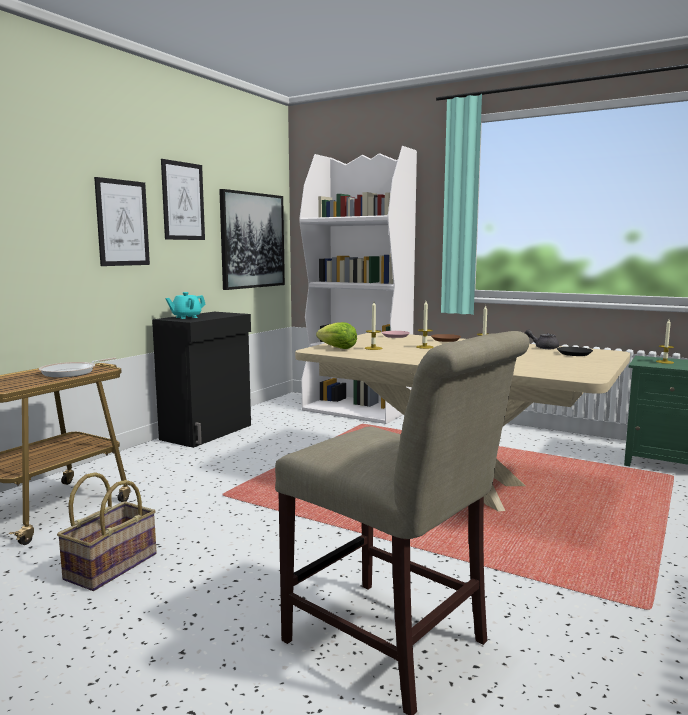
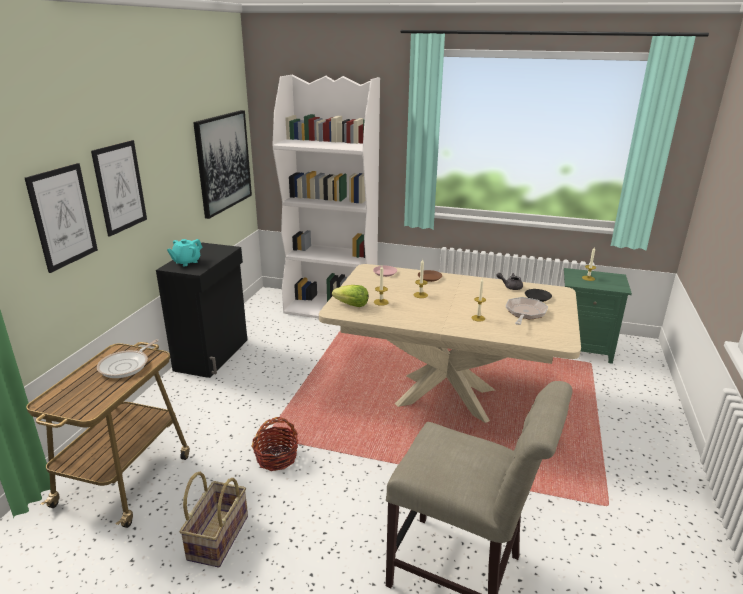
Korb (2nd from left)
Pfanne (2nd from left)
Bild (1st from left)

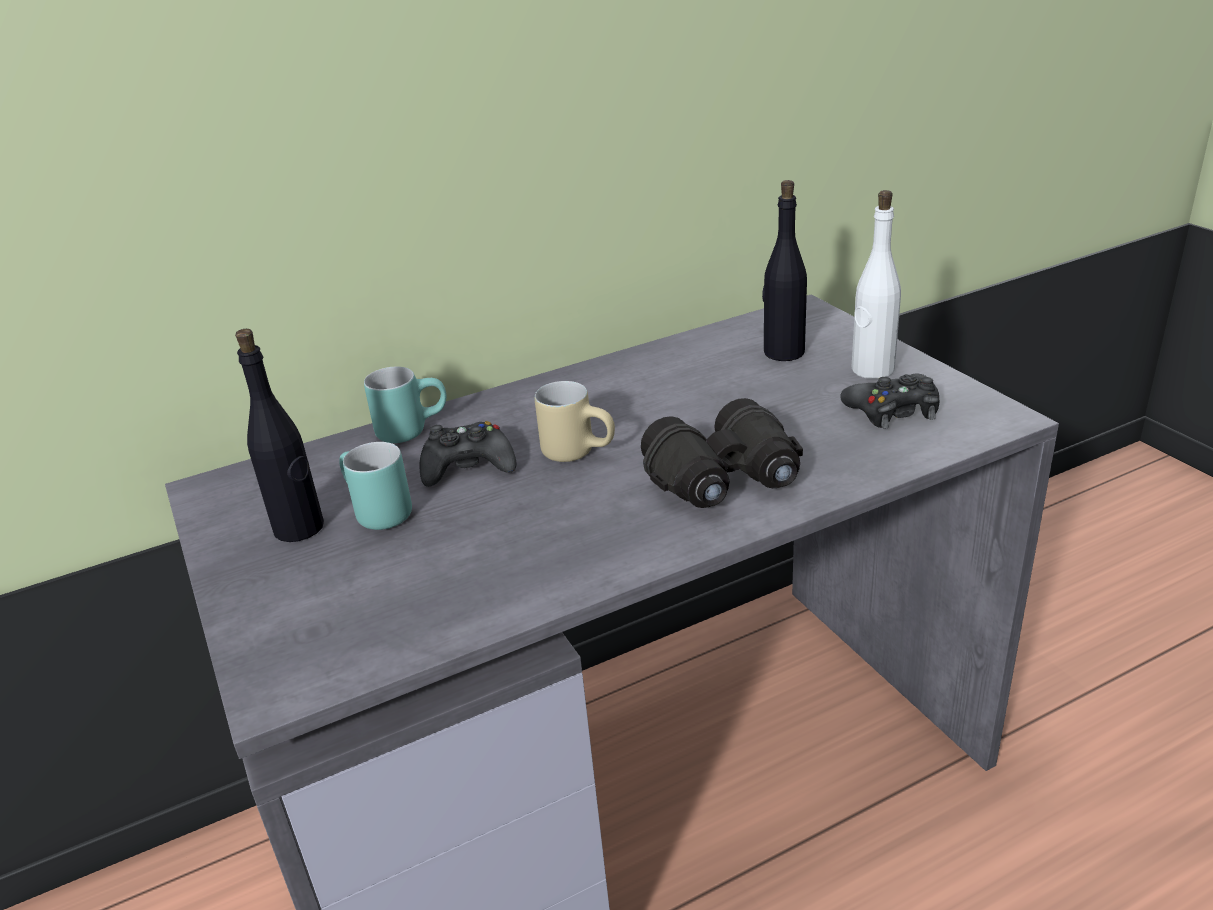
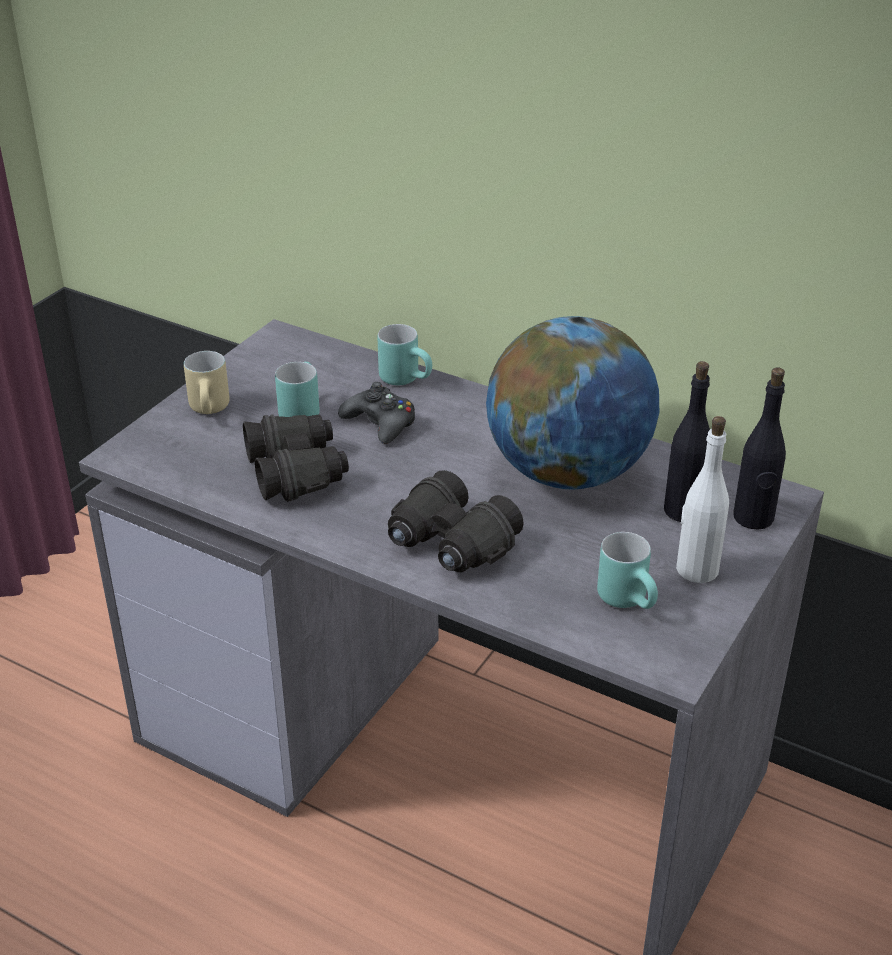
Fernglas/schwarz (1st from left)
Globus
Flasche/schwarz (2nd from left)
Henkelbecher/beige
Henkelbecher/türkis (3rd from left)

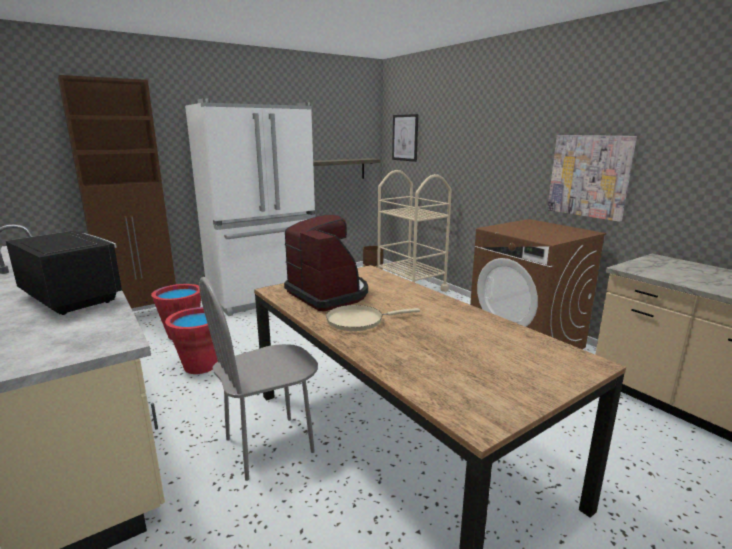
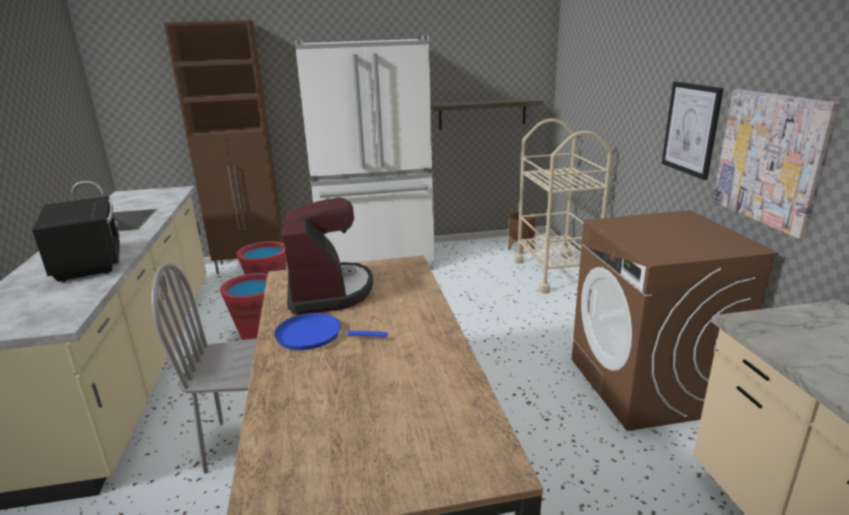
Bild (1st from left)
Pfanne/blau

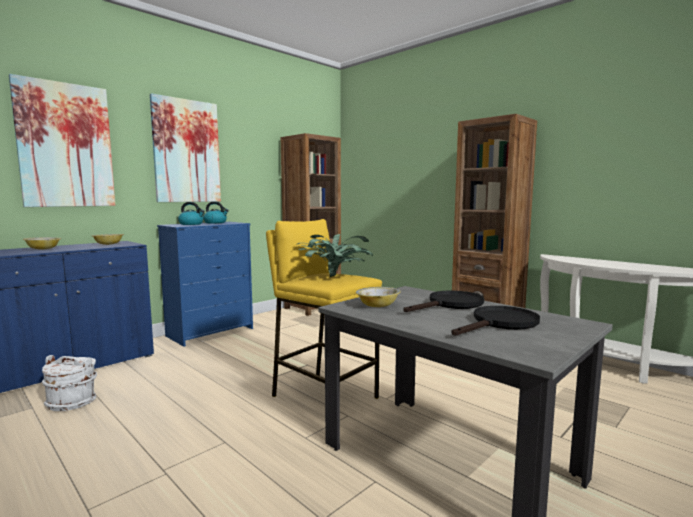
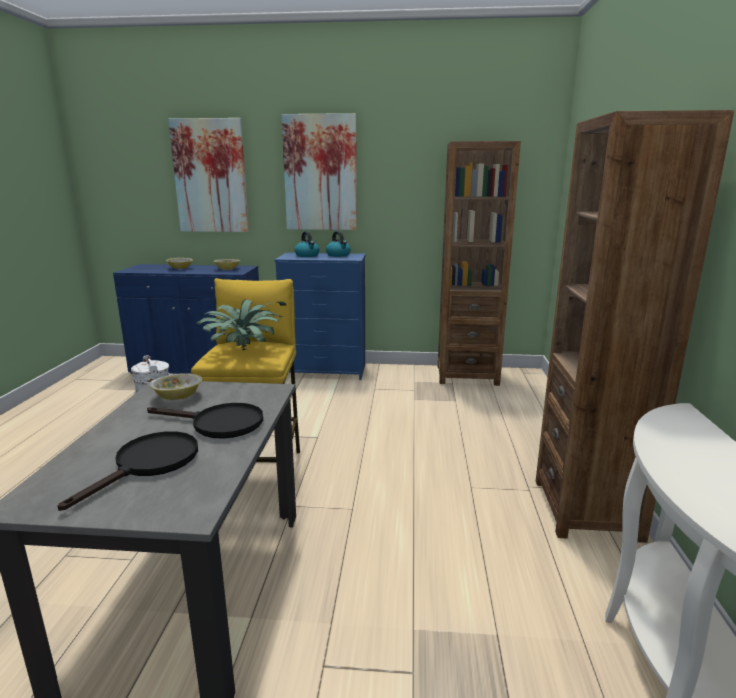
Pfanne/schwarz (1st from left)

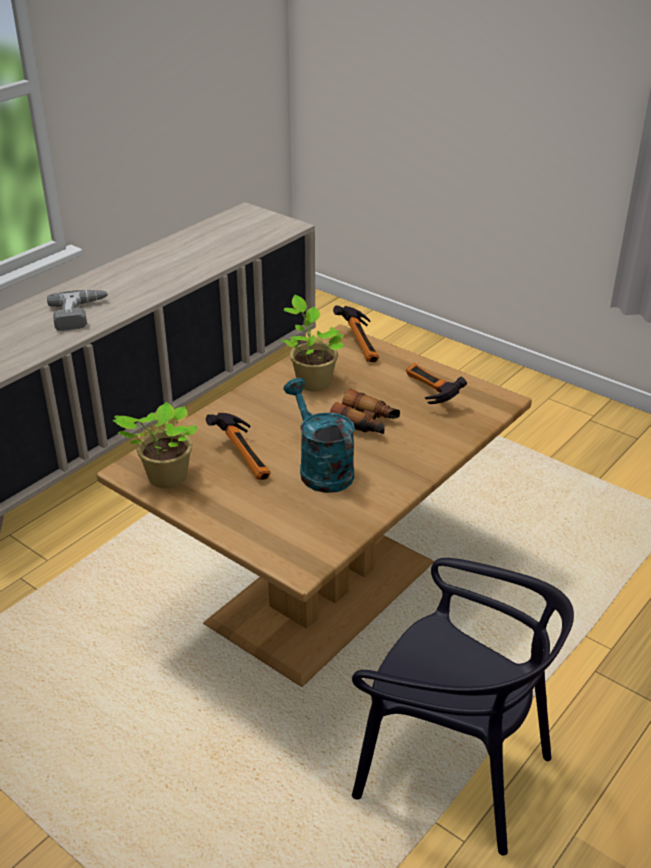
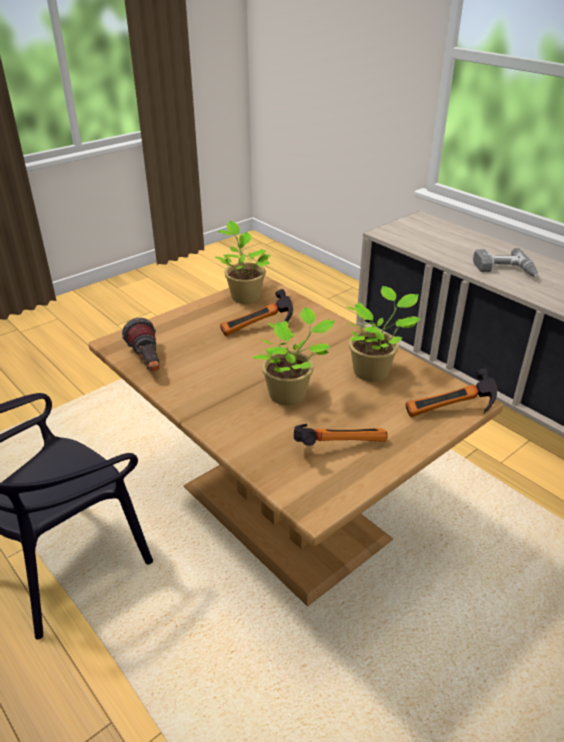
Gießkanne/türkis
Taschenlampe
Topfpflanze (2nd from left)

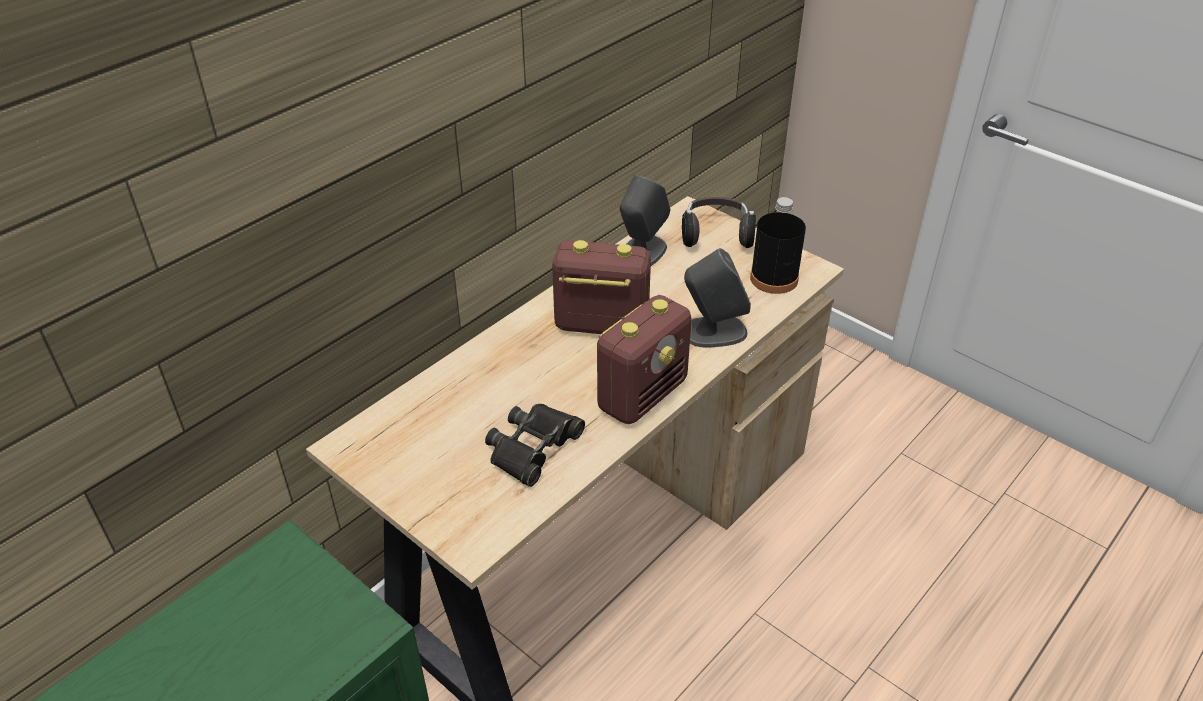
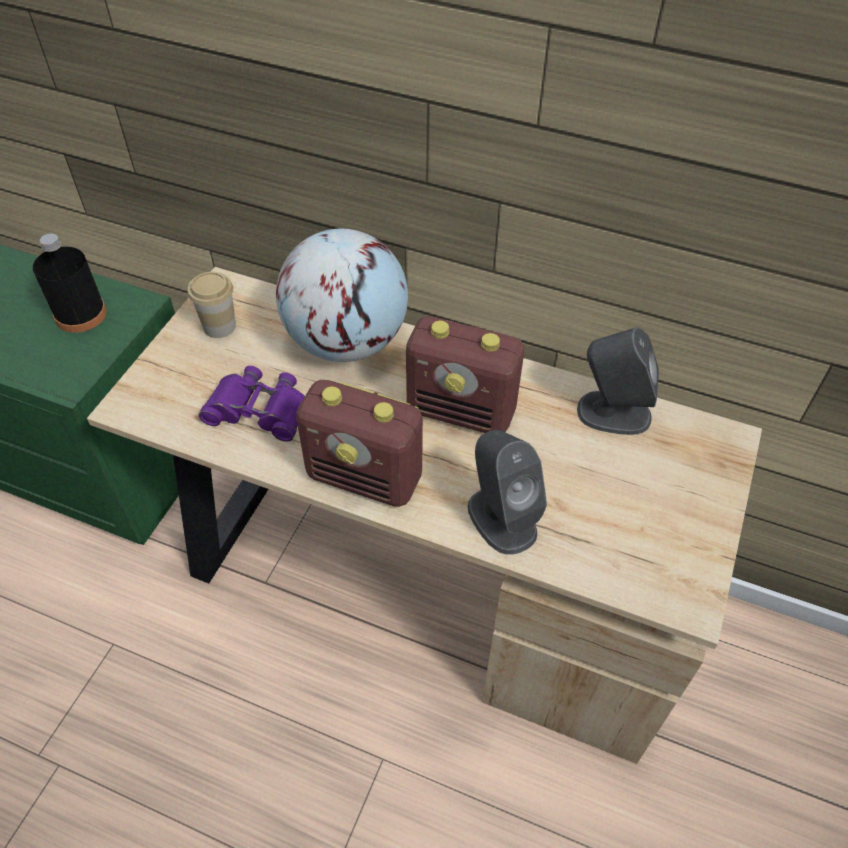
Kopfhörer
Tasse
Globus
Flasche/schwarz
Fernglas/lila
Radio (2nd from left)

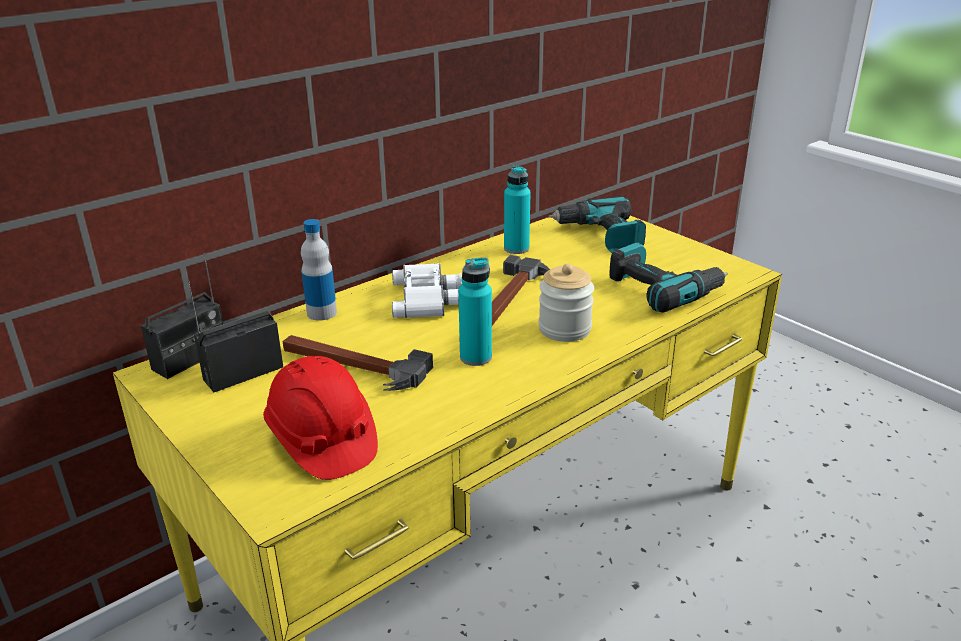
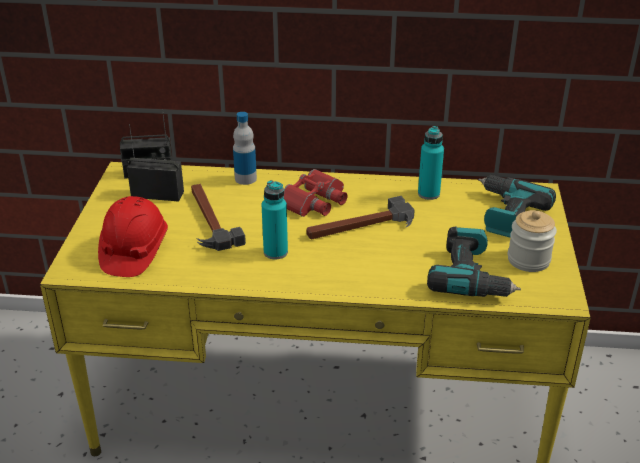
Vorratsglas
Fernglas/rot

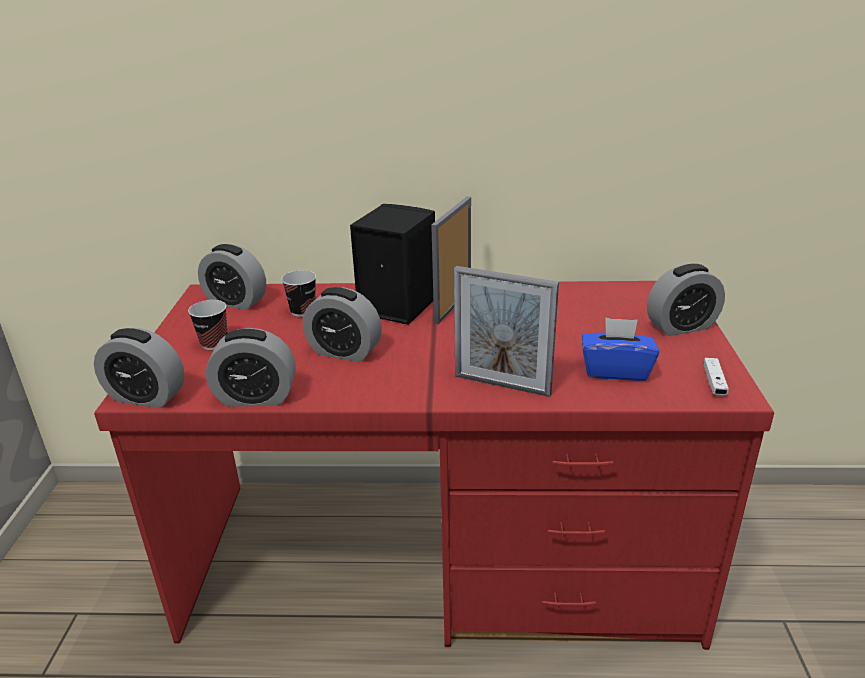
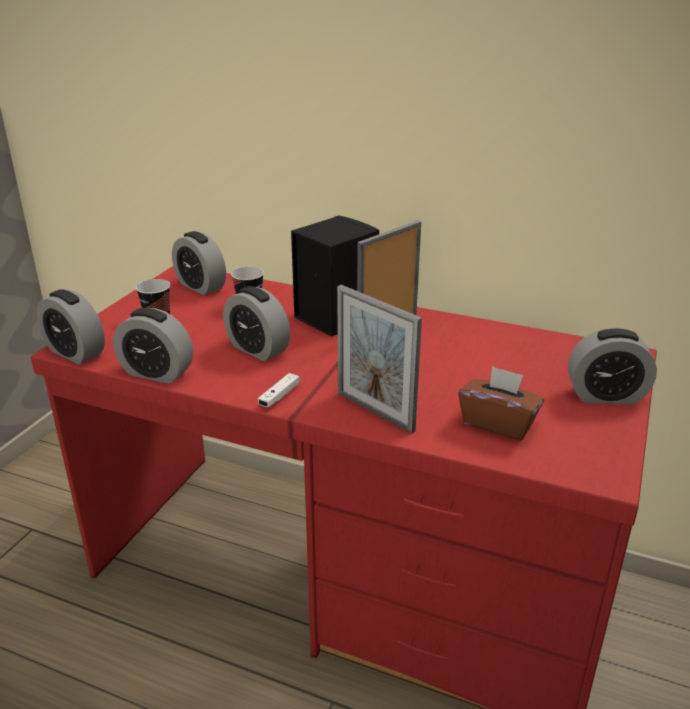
Gamepad/weiß
Taschentuchbox/braun

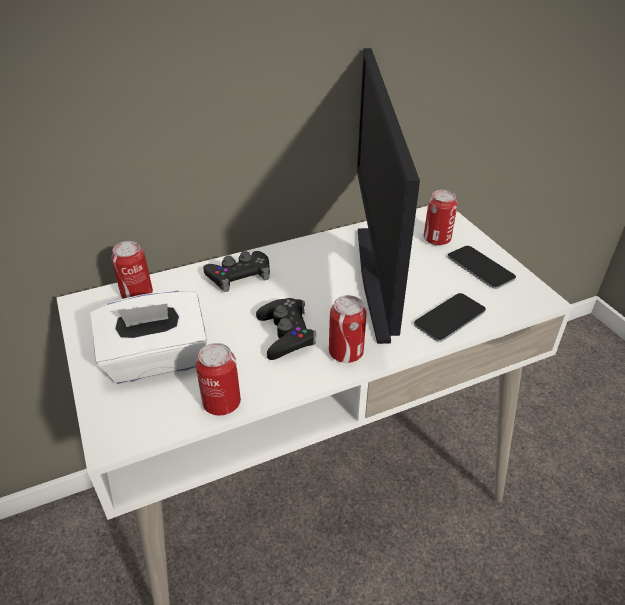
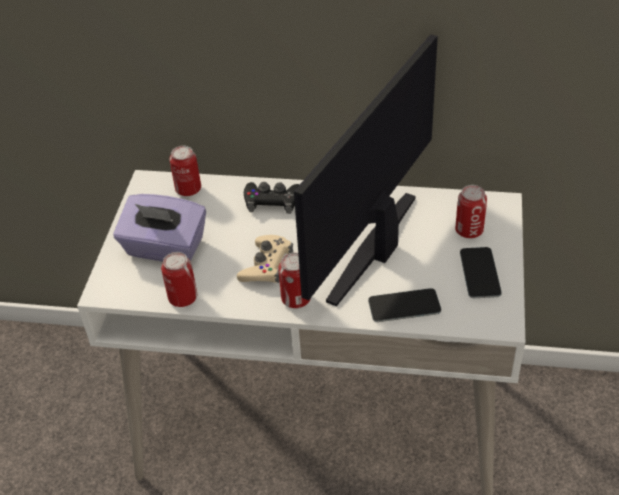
Taschentuchbox/lila
Gamepad/beige

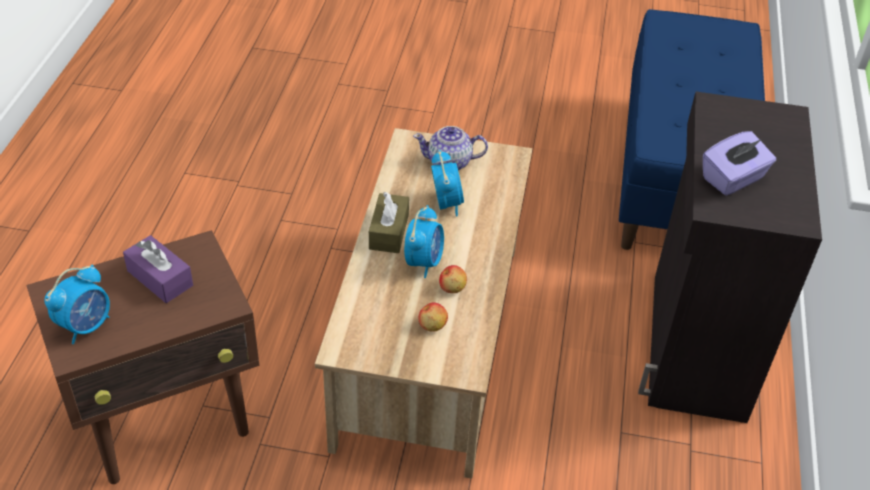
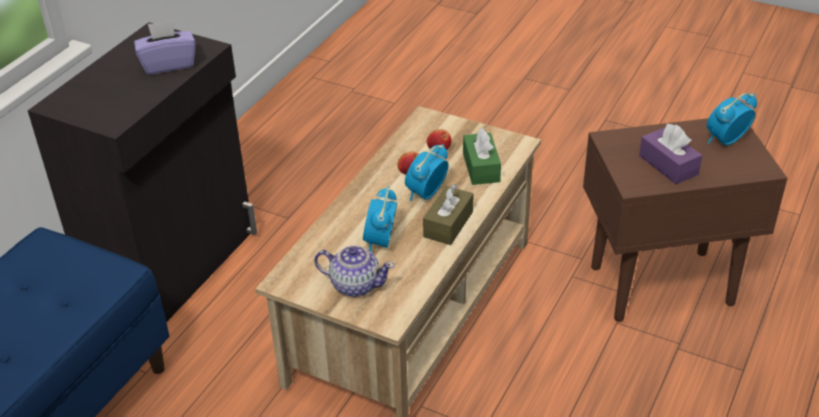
Taschentuchbox/grün

